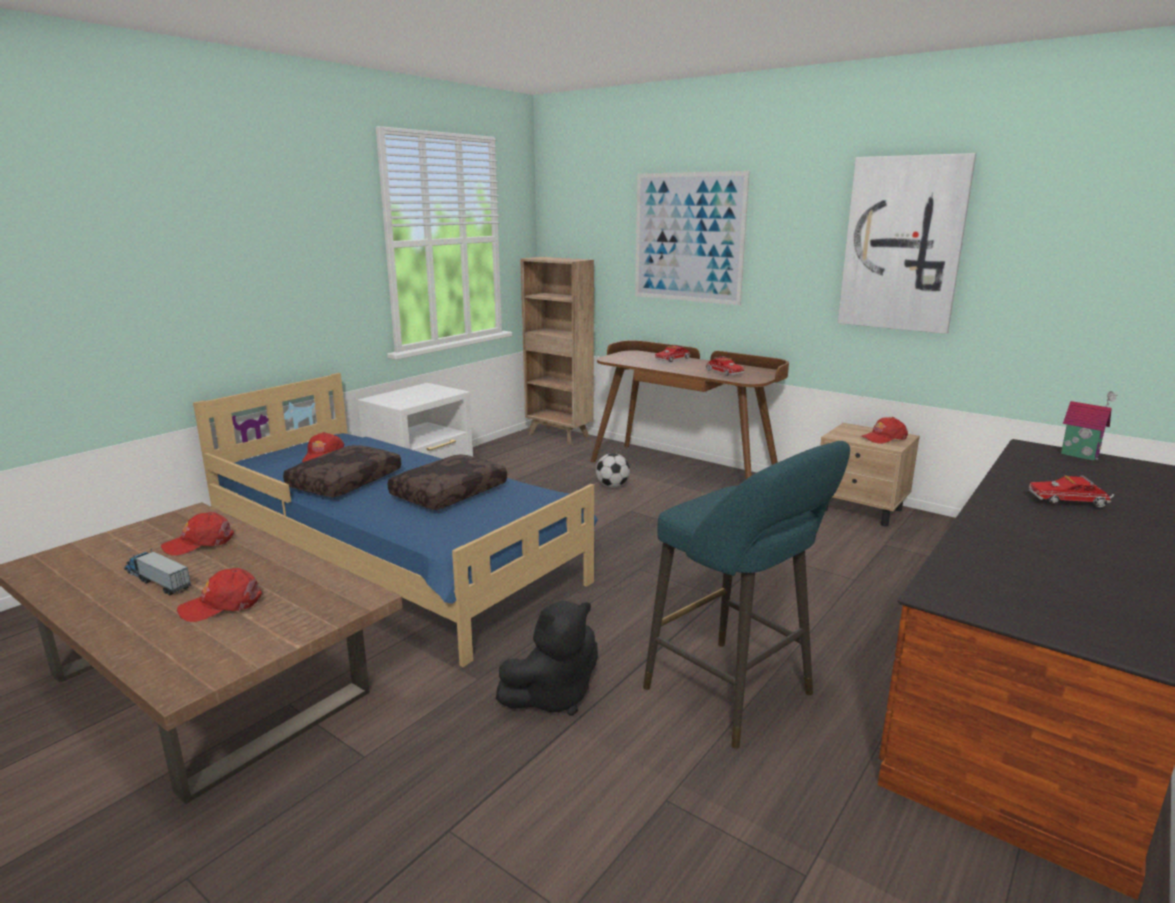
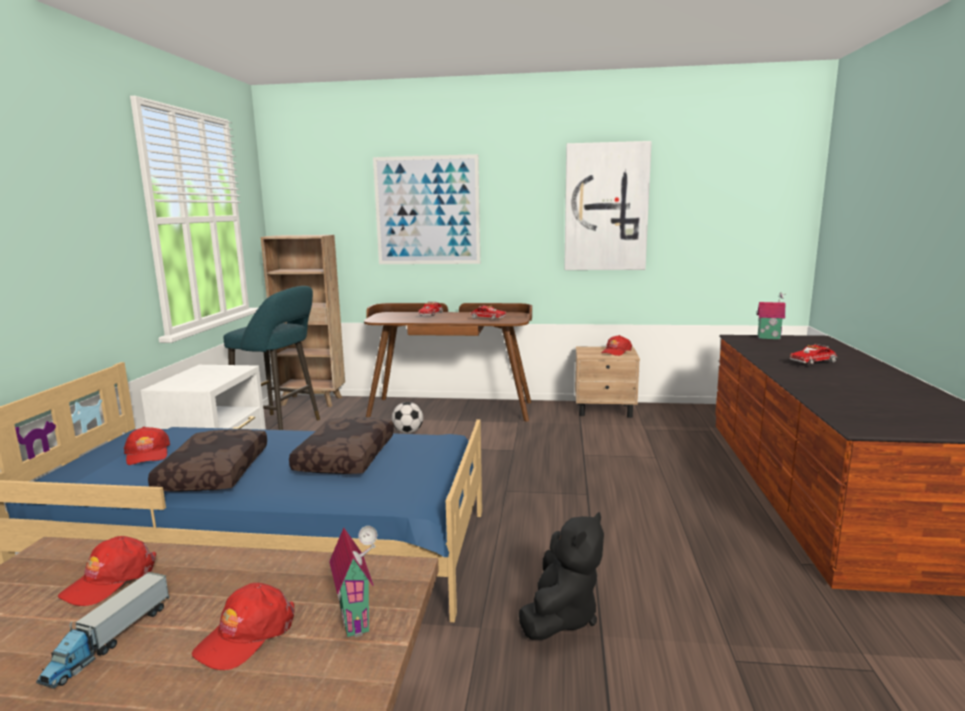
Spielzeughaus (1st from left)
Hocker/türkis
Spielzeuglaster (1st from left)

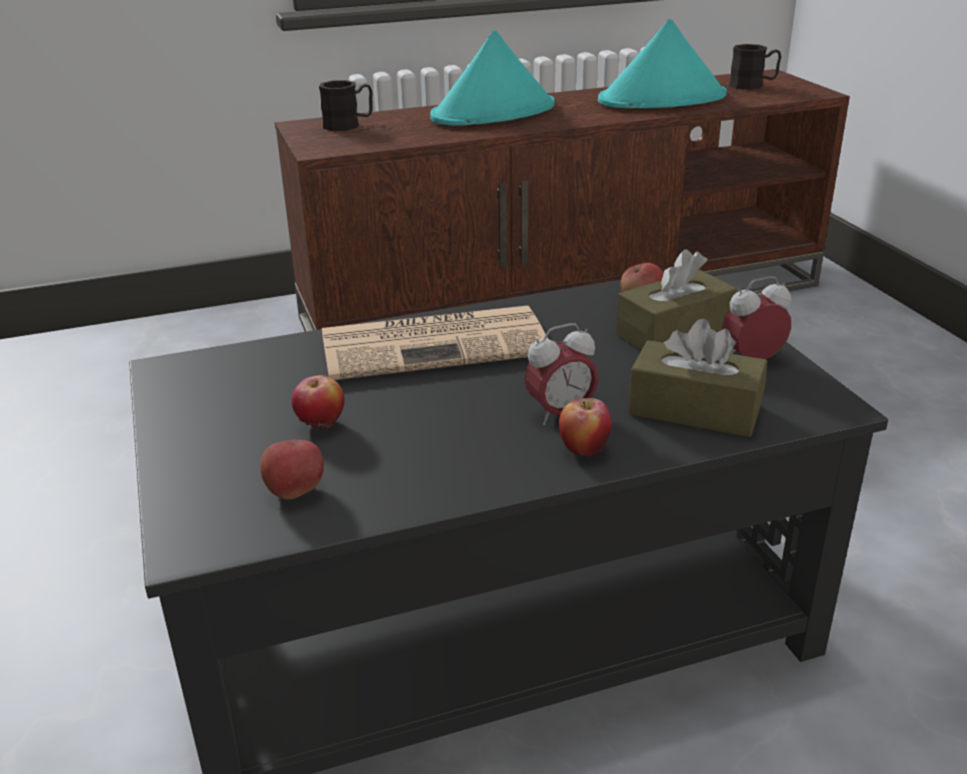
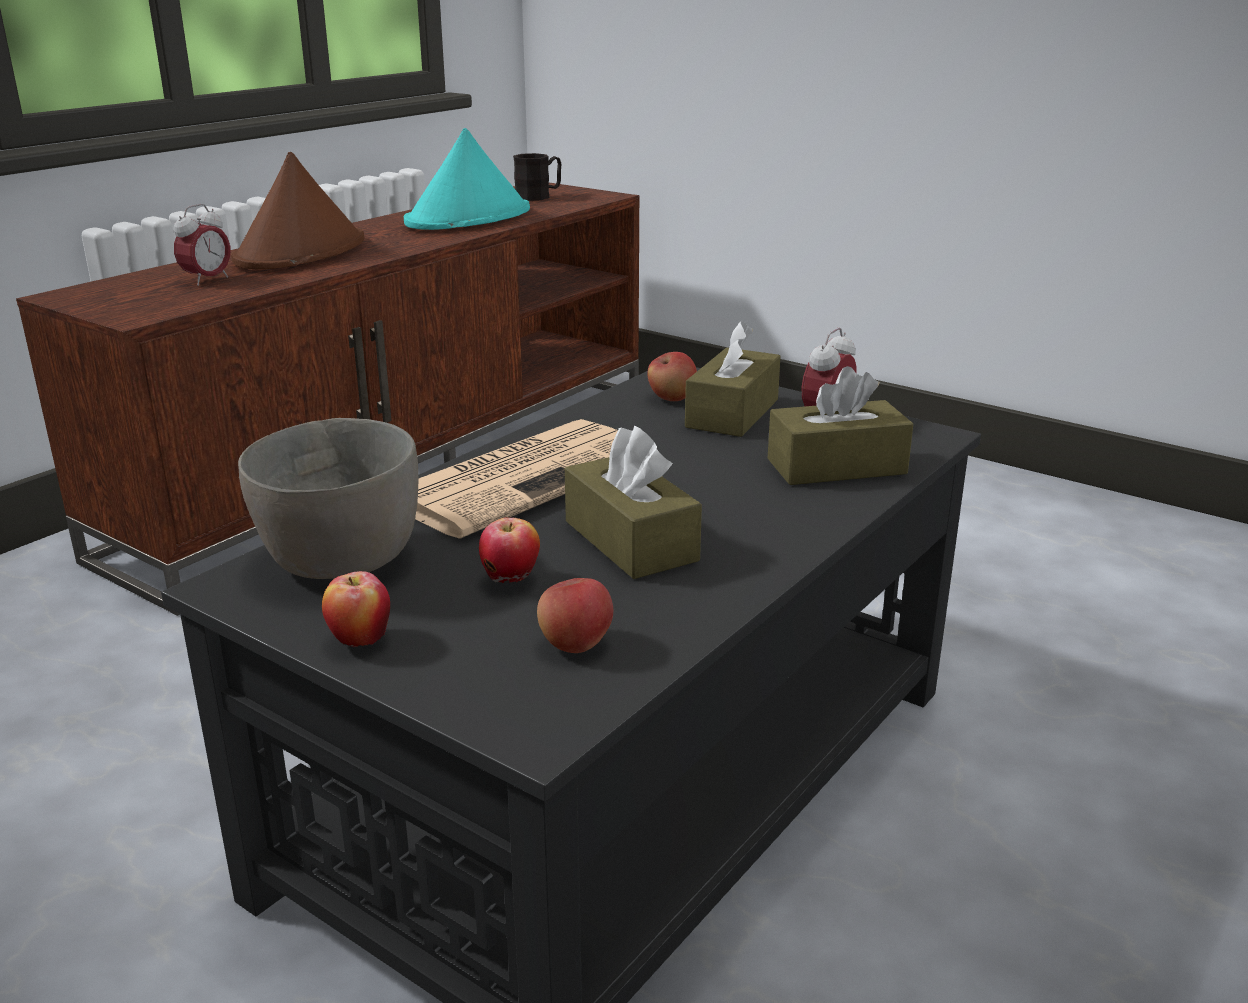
Henkelbecher/schwarz (1st from left in the first image)
Schüssel/grau
Taschentuchbox/braun (1st from left)
Wecker (1st from left)
Apfel (1st from left)
Hut/braun

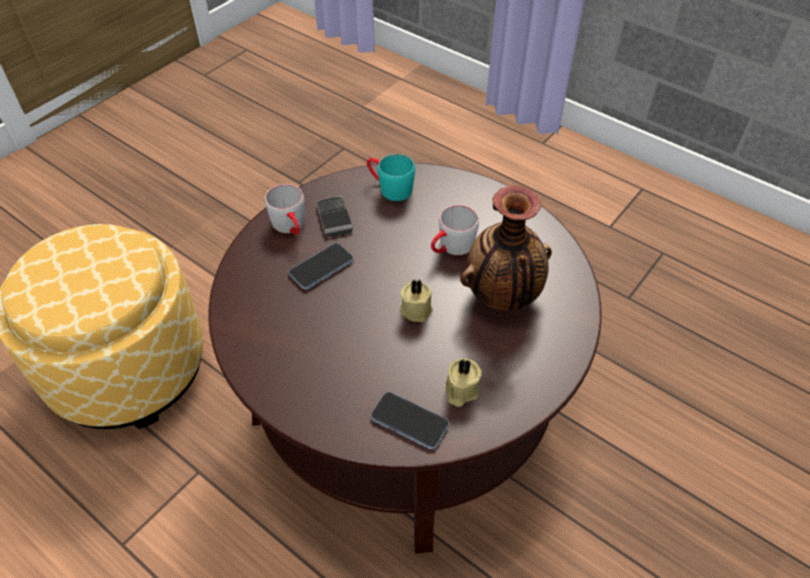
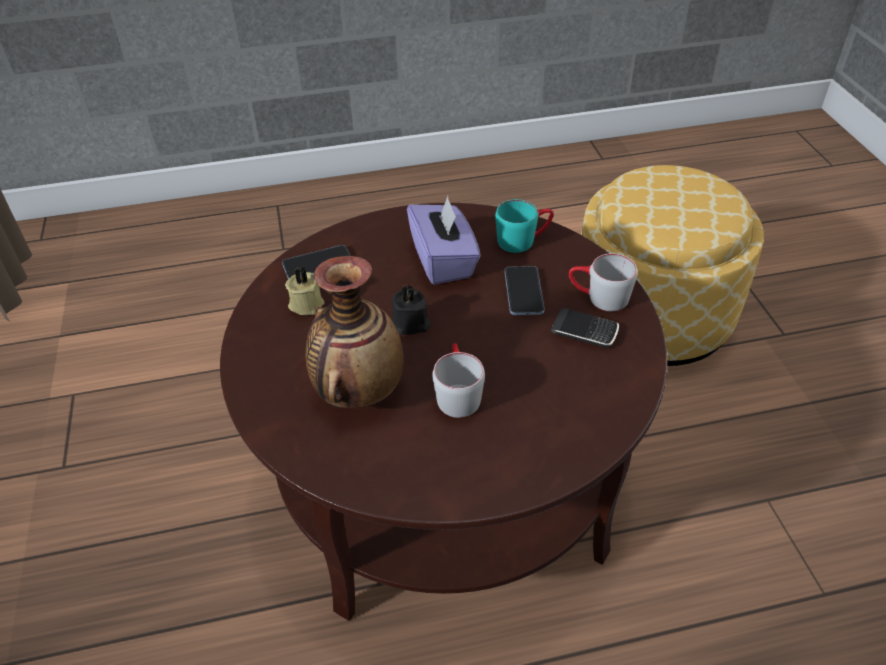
Taschentuchbox/lila
Henkelbecher/türkis
Kerze/schwarz

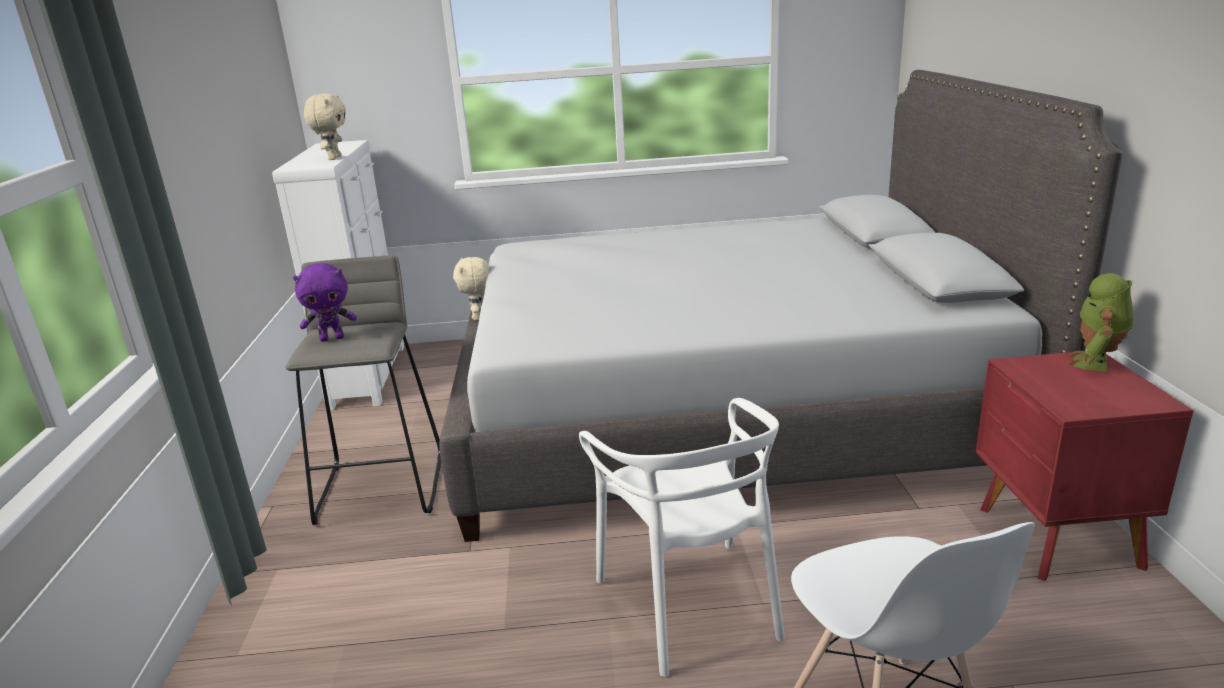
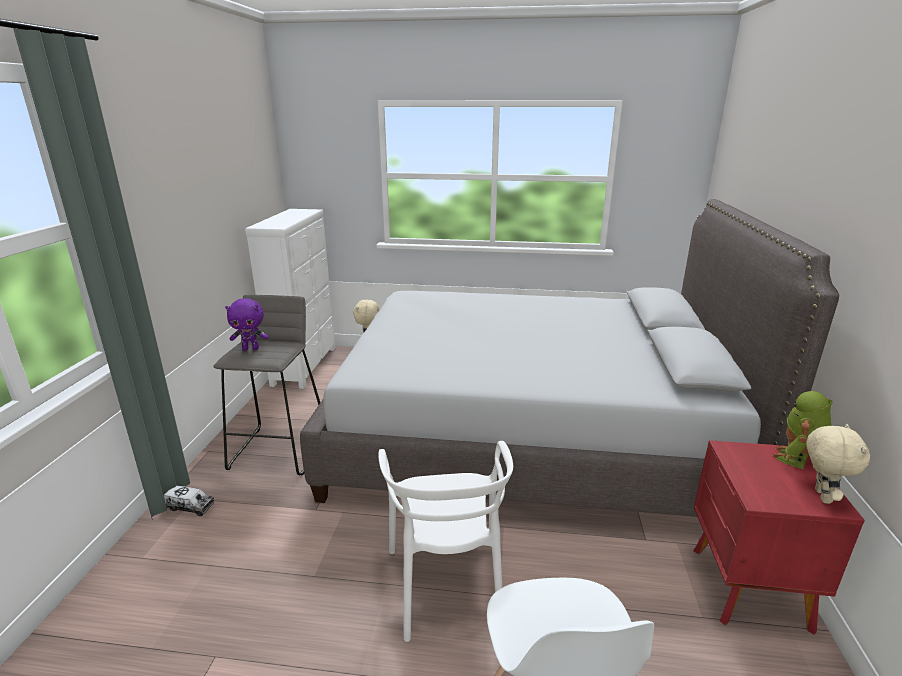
Spielzeuglaster
Plüschtier/beige (2nd from left)

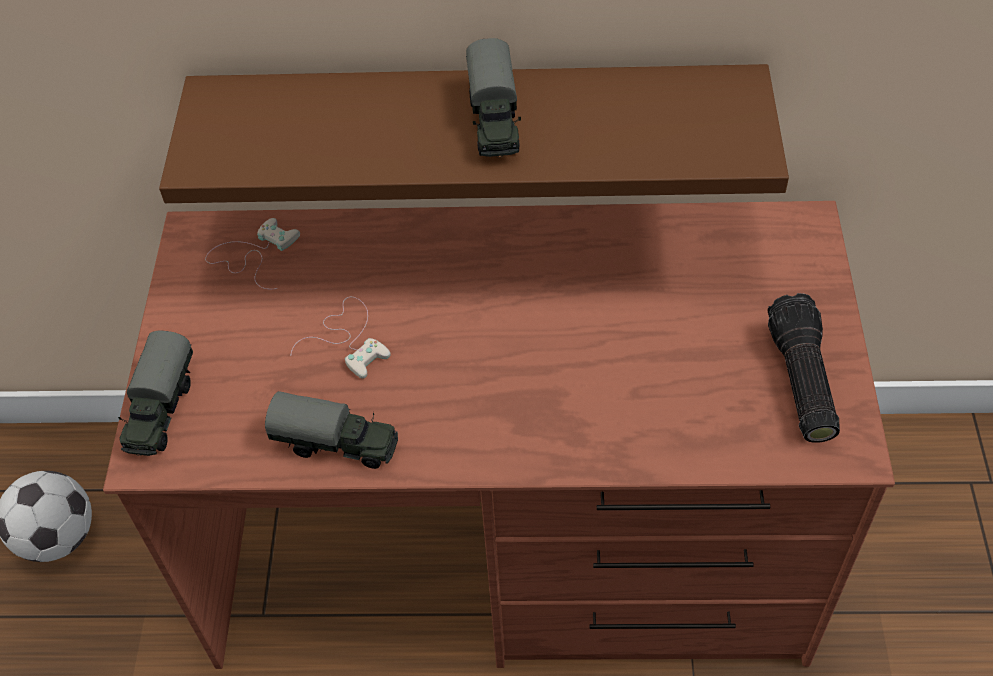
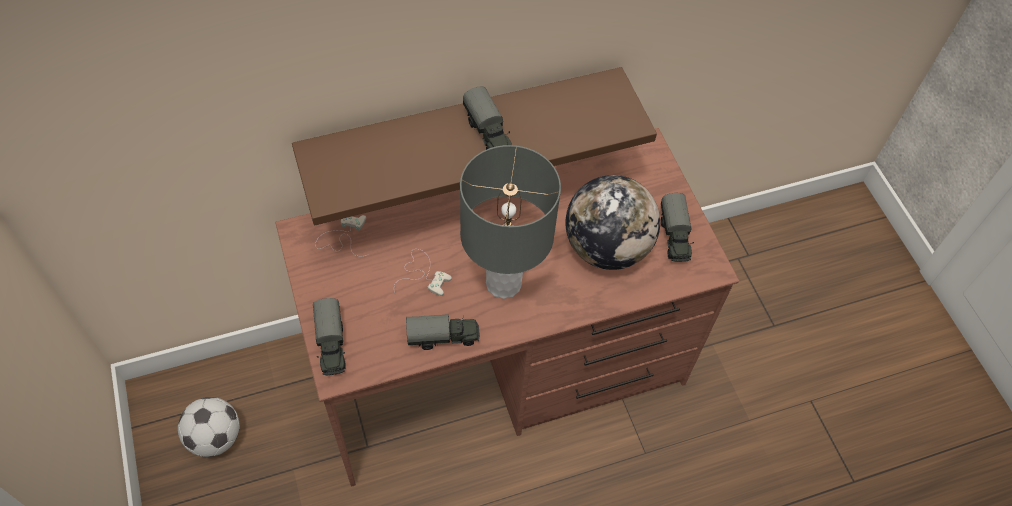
Tischlampe/grau
Globus
Spielzeuglaster (4th from left)

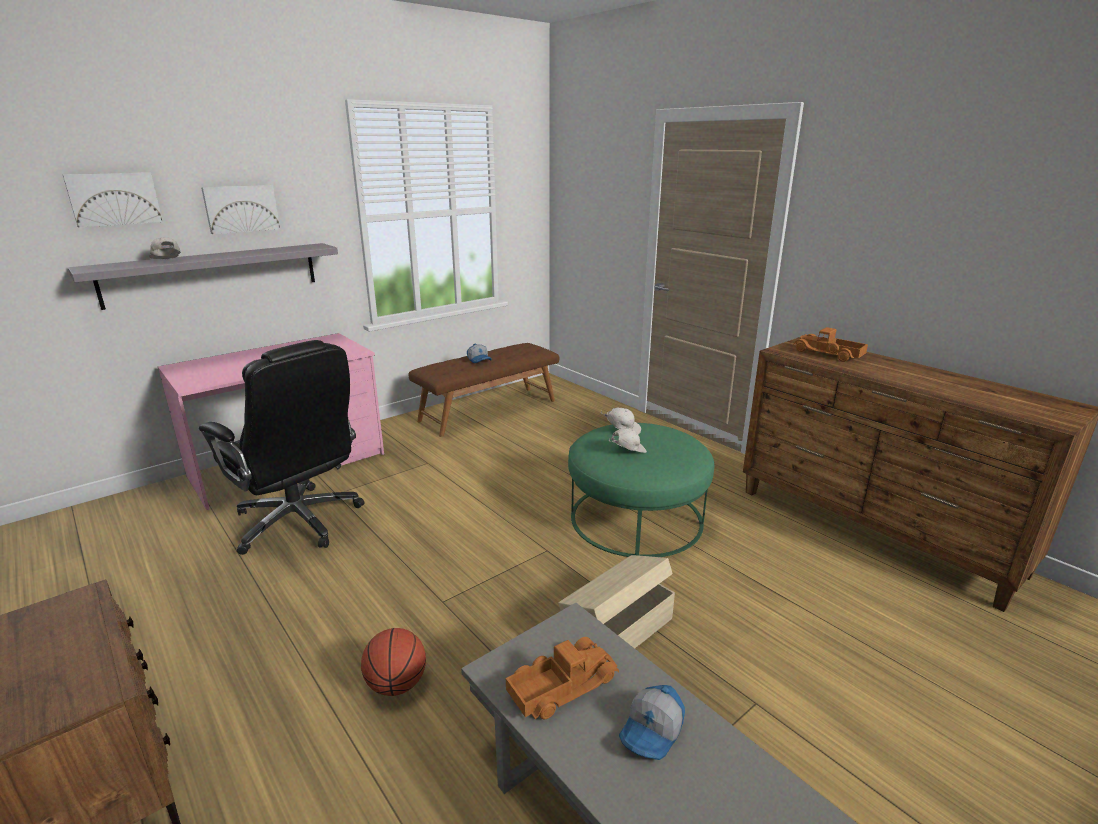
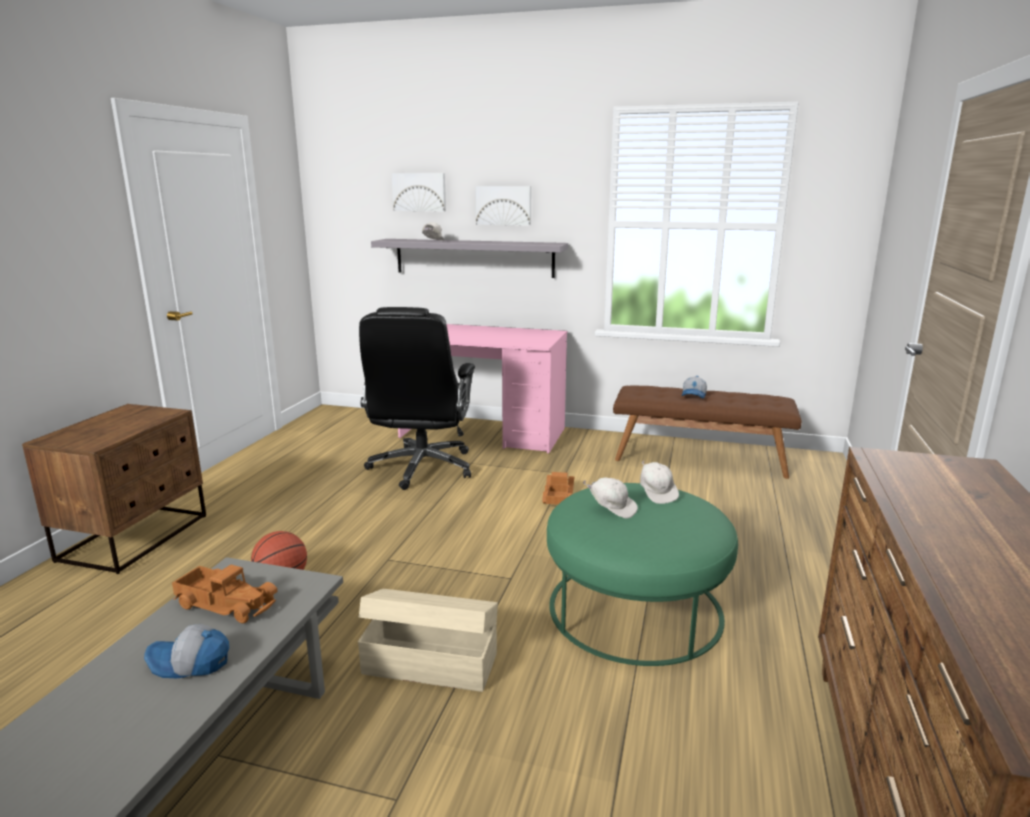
Spielzeuglaster (2nd from left)

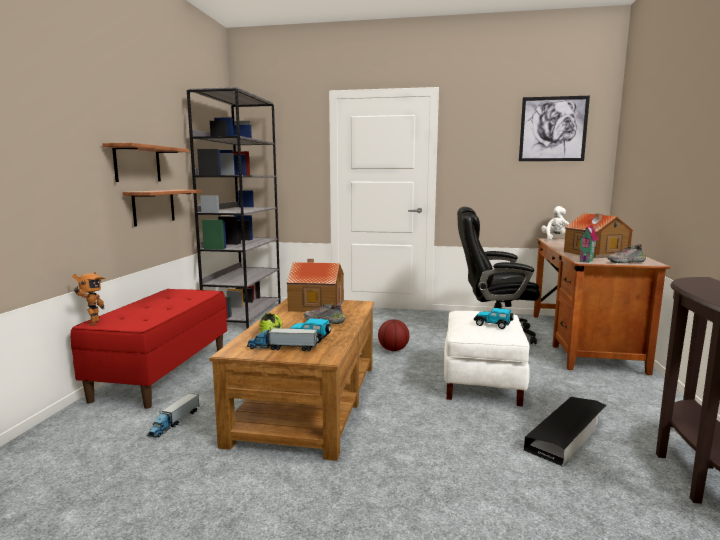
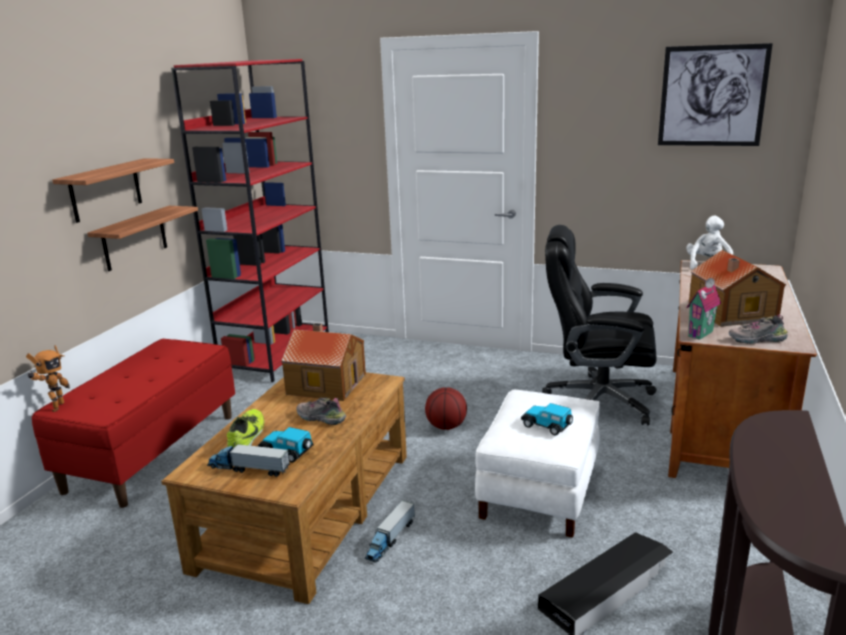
Spielzeuglaster (2nd from left)
Bücherregal/rot

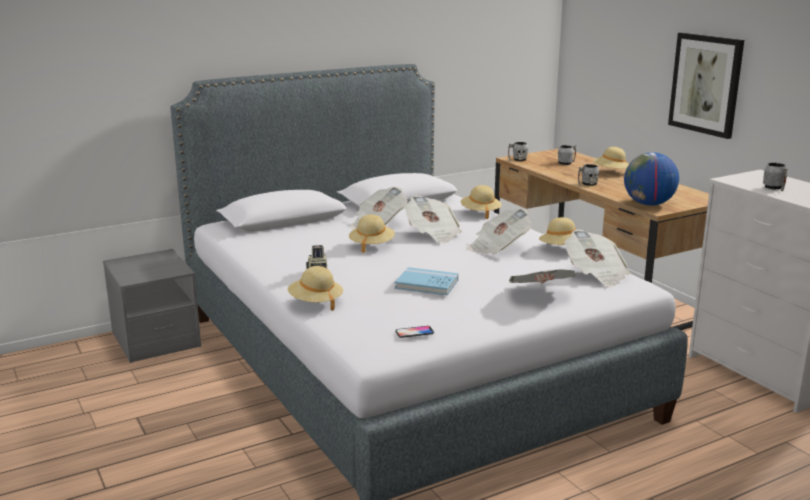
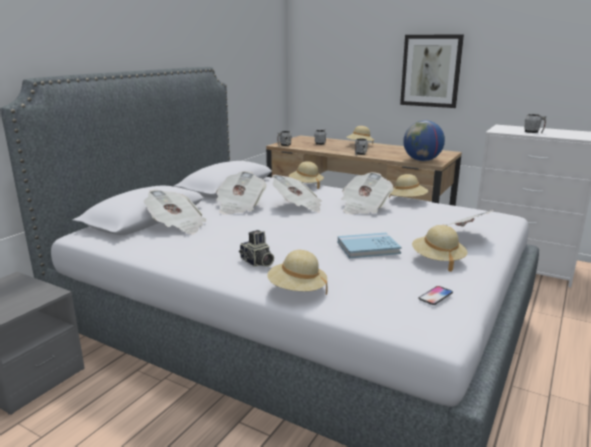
Hut/beige (5th from left)
Zeitung (1st from left)

